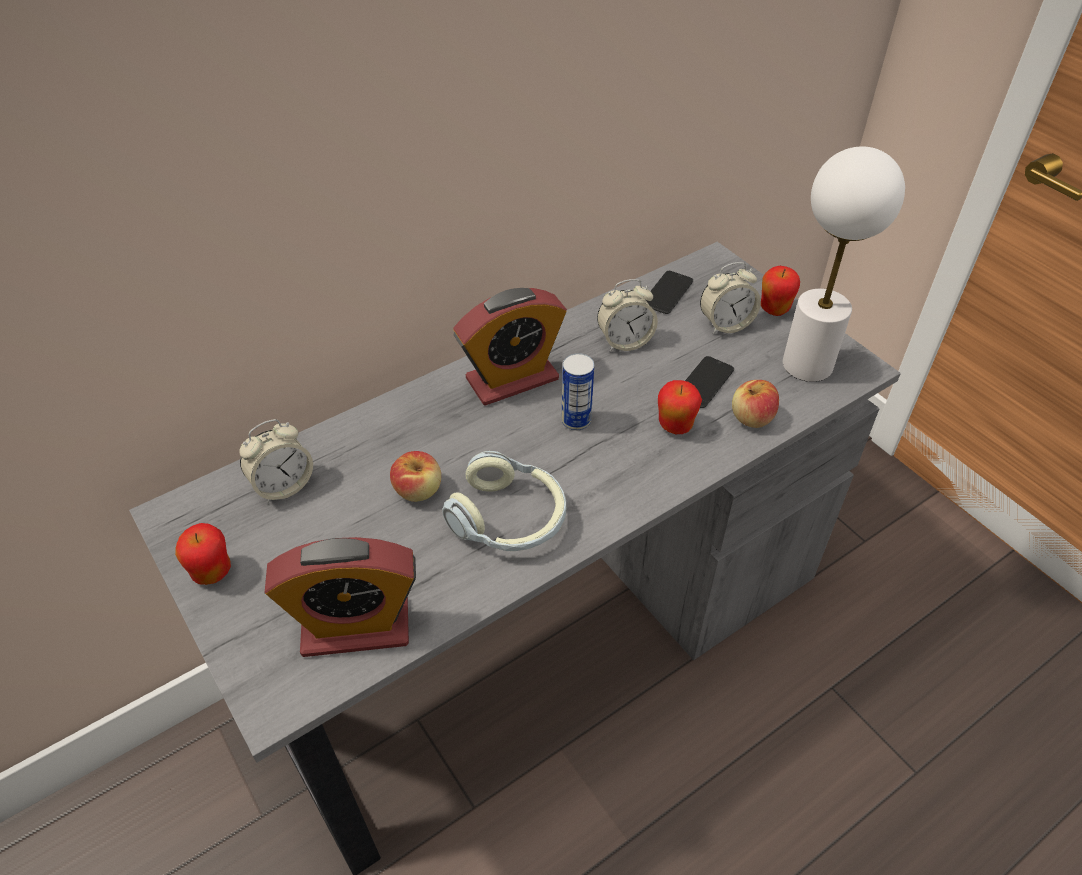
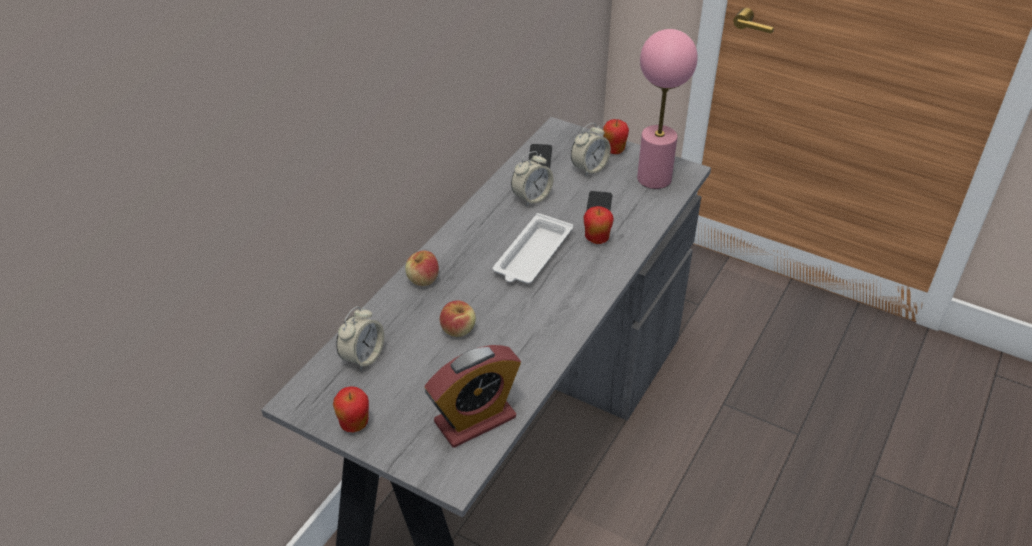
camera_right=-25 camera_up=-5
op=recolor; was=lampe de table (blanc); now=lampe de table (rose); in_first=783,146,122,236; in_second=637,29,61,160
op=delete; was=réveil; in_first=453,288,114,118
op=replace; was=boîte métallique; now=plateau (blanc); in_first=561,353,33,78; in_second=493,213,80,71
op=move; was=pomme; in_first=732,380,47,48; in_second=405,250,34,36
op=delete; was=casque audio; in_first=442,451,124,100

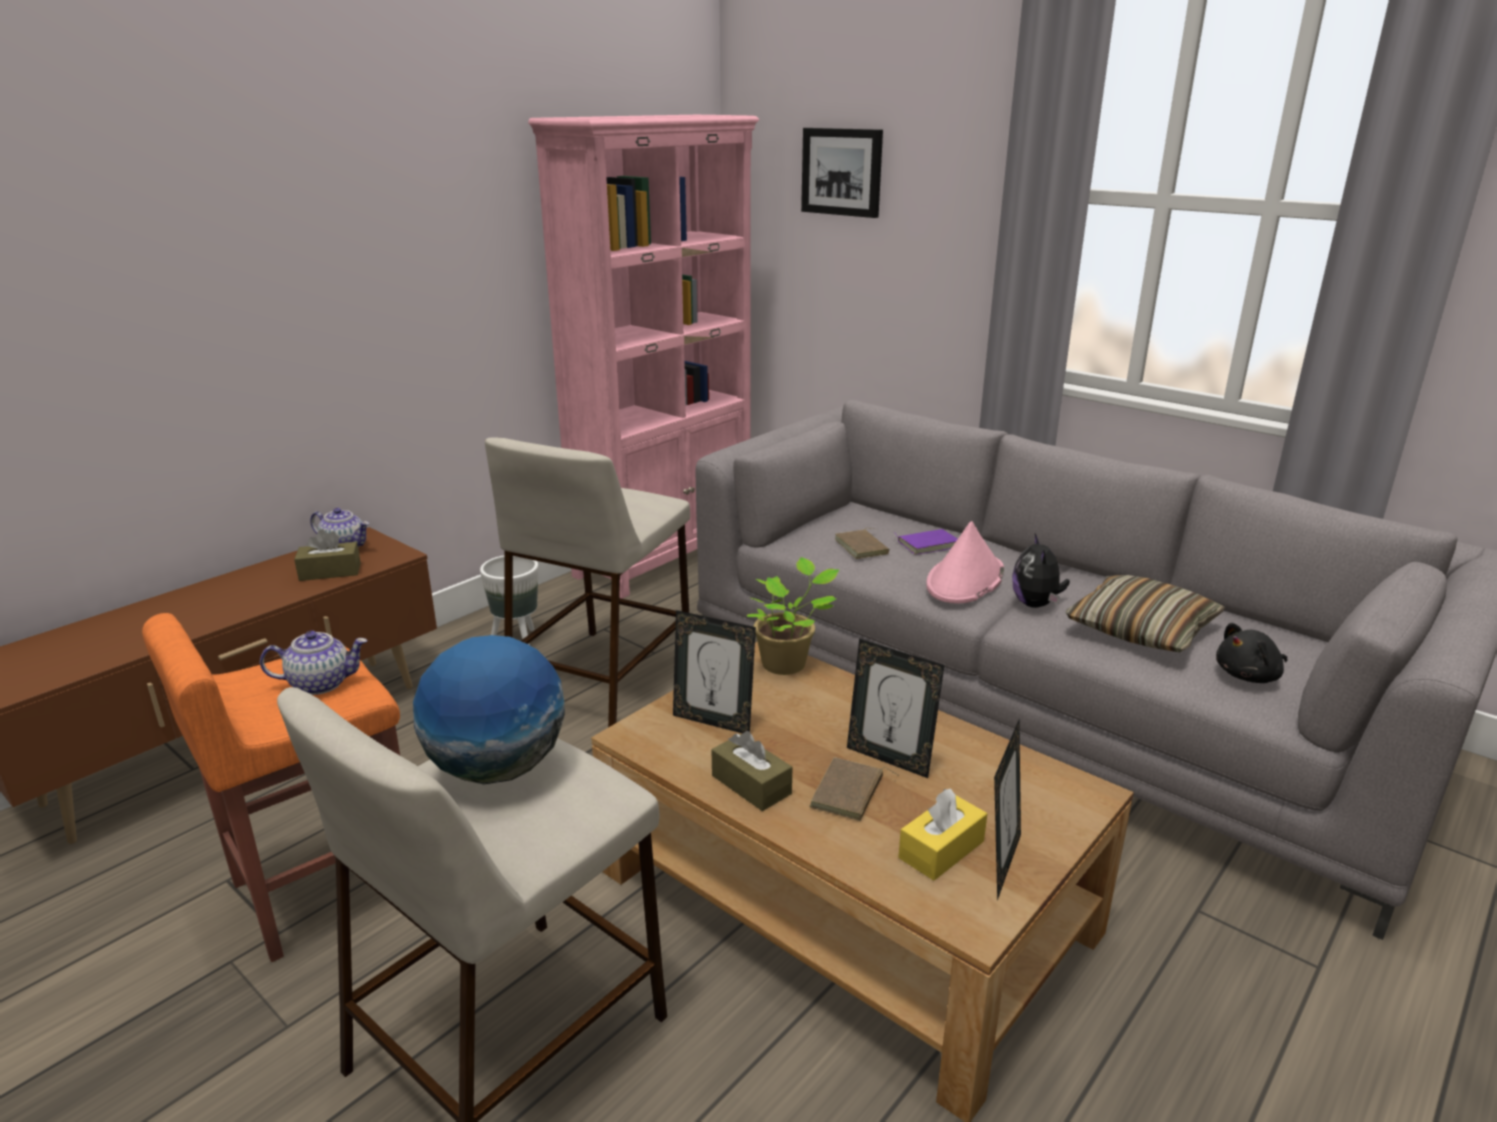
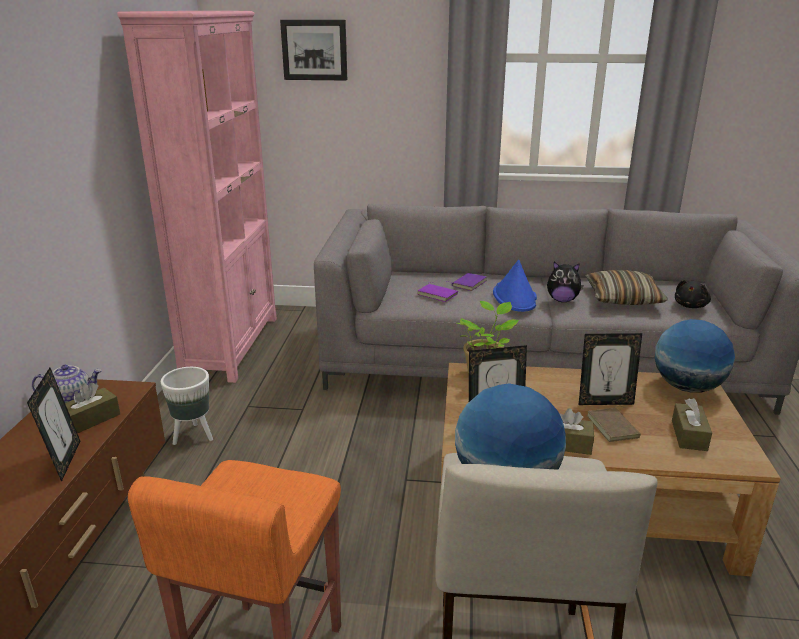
camera_right=-35 camera_up=0
op=delete; was=tabouret (beige); in_first=485,437,205,290
op=recolor; was=chapeau (rose); now=chapeau (bleu); in_first=926,521,78,82; in_second=493,260,44,52
op=recolor; was=livre (marron); now=livre (violet); in_first=835,528,54,31; in_second=417,282,41,20
op=rotate; was=peluche; in_first=1012,534,58,74; in_second=547,262,37,40; clockwise=-45
op=delete; was=théière; in_first=260,631,107,64
op=move; was=cadre photo; in_first=994,720,27,180; in_second=27,368,53,114
op=recolor; was=boîte à mouchoirs (jaune); now=boîte à mouchoirs (marron); in_first=898,789,89,92; in_second=672,398,40,53
op=insert; now=globe; in_second=655,319,80,74

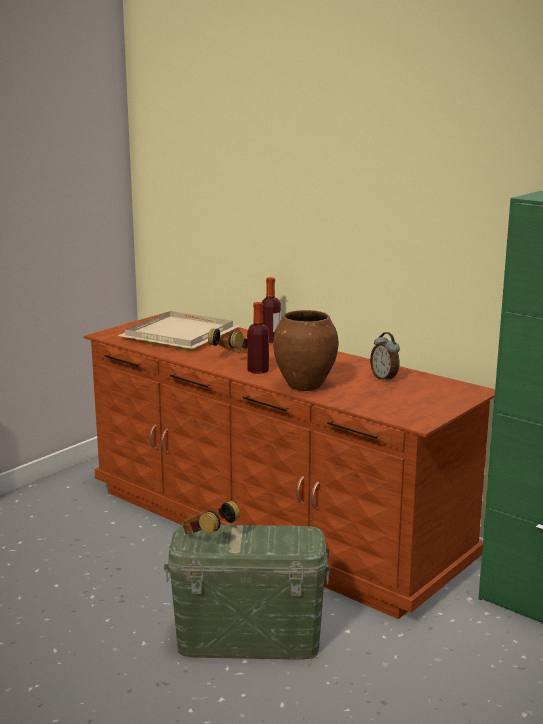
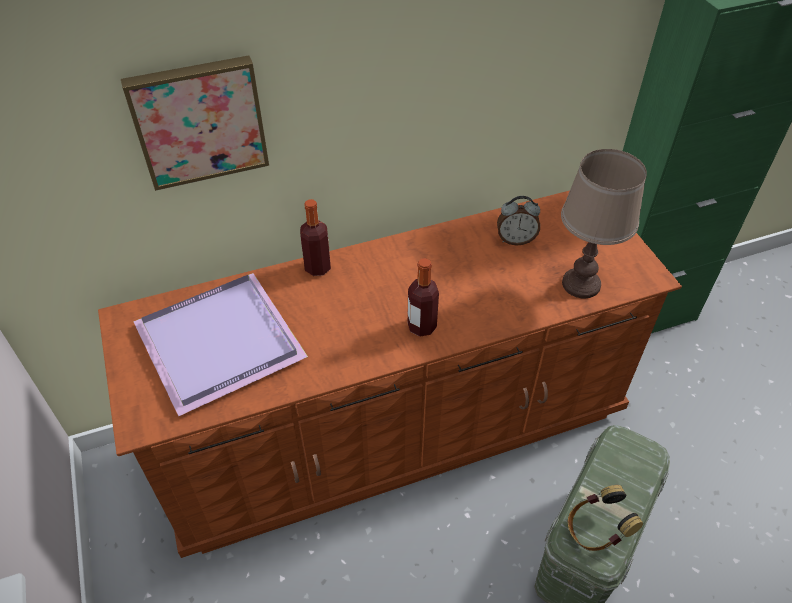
camera_right=-60 camera_up=30
op=delete; was=vase (marron); in_first=273,310,66,81
op=recolor; was=plateau (beige); now=plateau (violet); in_first=118,311,121,39; in_second=133,273,175,143
op=delete; was=casque audio; in_first=208,328,39,25
op=insert; now=tableau; in_second=121,55,148,136
op=insert; now=lampe de table (marron); in_second=561,149,86,149

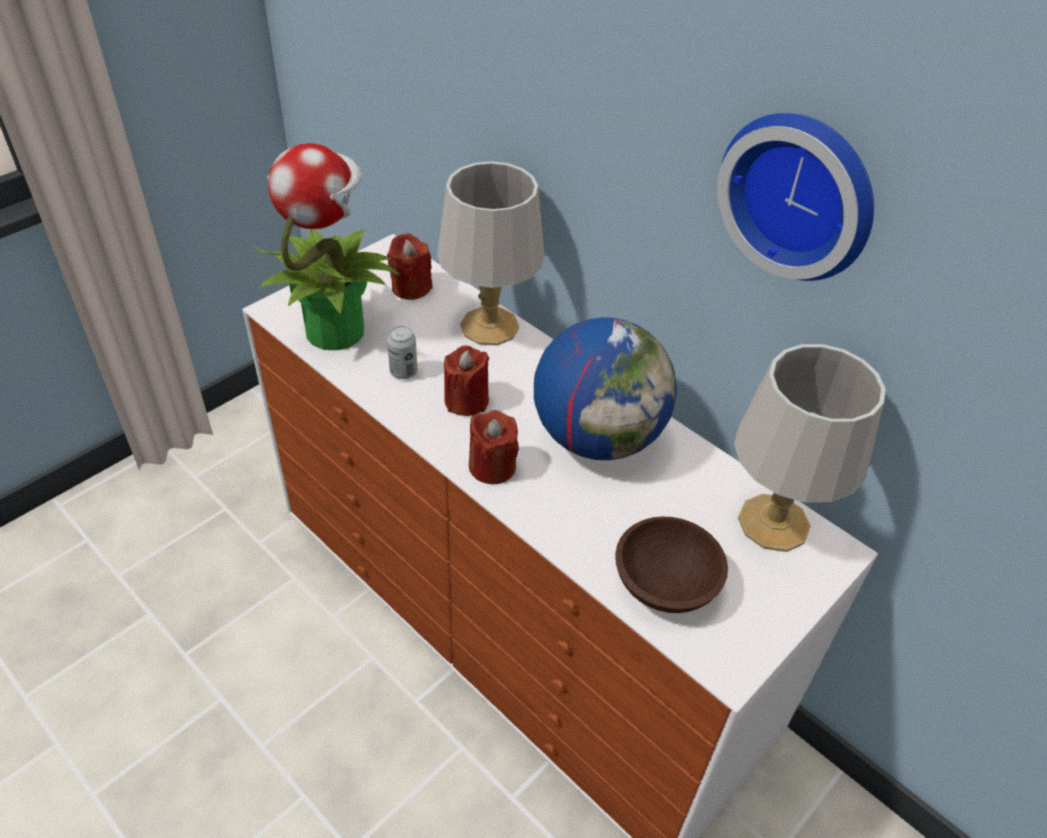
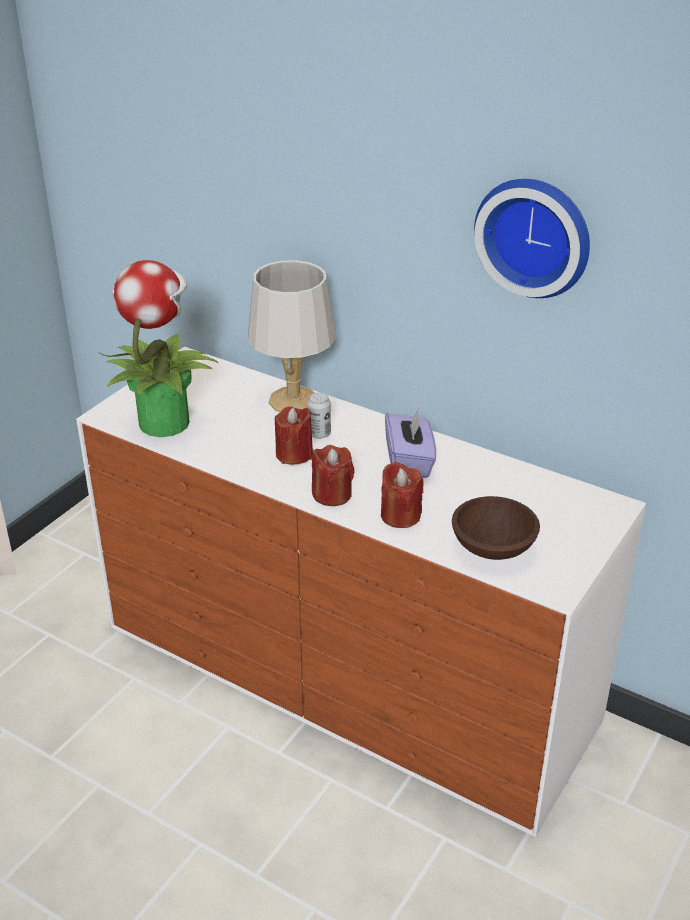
camera_right=-10 camera_up=-10
op=move; was=bougie (rouge); in_first=387,233,46,67; in_second=381,462,42,66
op=replace; was=globe; now=boîte à mouchoirs (violet); in_first=534,317,143,143; in_second=385,410,51,68
op=move; was=boîte métallique; in_first=387,326,30,53; in_second=307,392,24,47
op=delete; was=lampe de table (gris); in_first=734,344,152,208

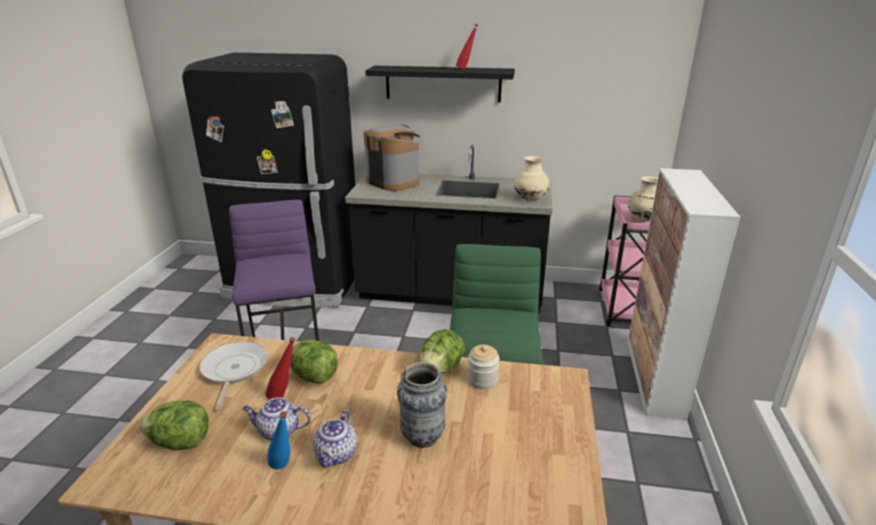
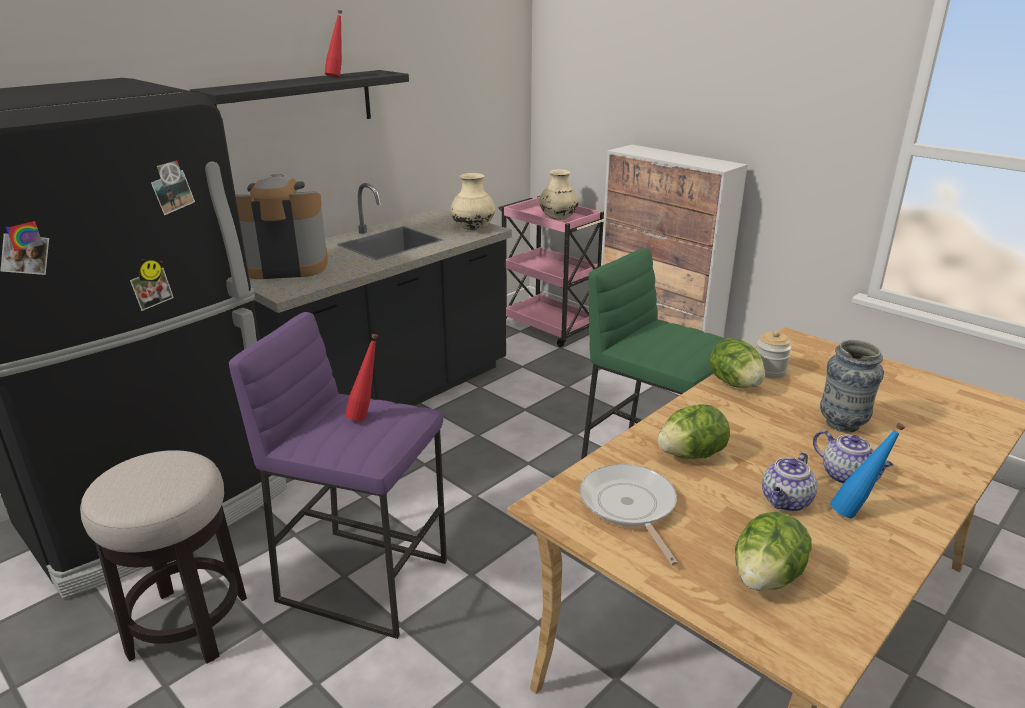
camera_right=-55 camera_up=0
op=move; was=bouteille (rouge); in_first=265,337,31,62; in_second=345,334,33,87
op=rotate; was=poêle; in_first=199,342,69,69; in_second=580,464,98,101; clockwise=45
op=insert; now=tabouret; in_second=80,450,167,213

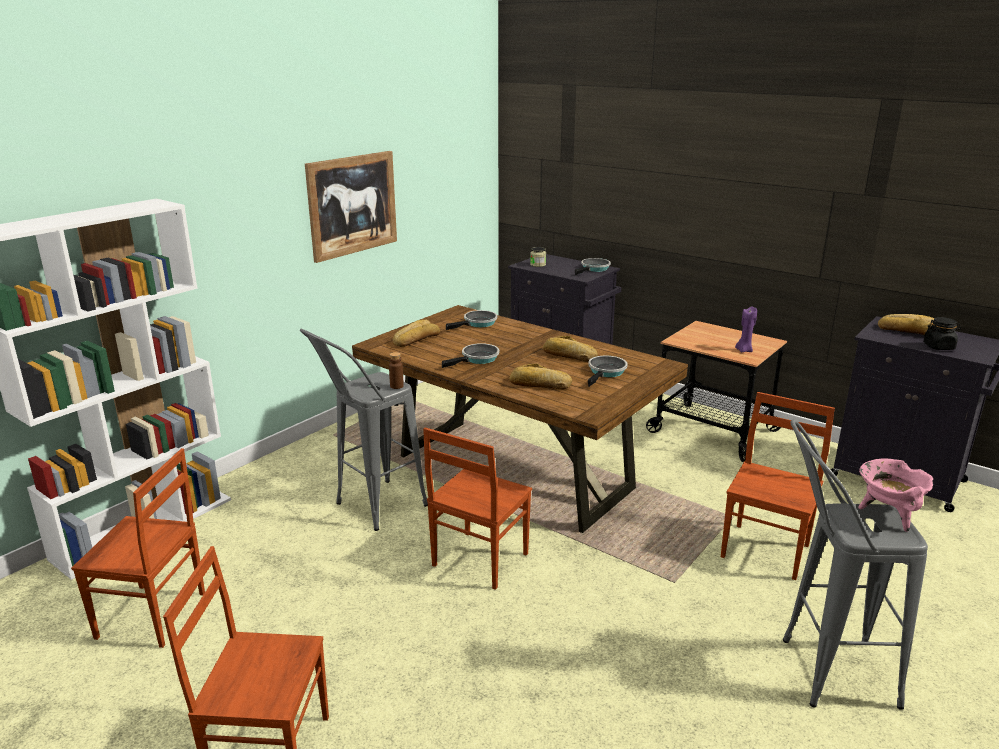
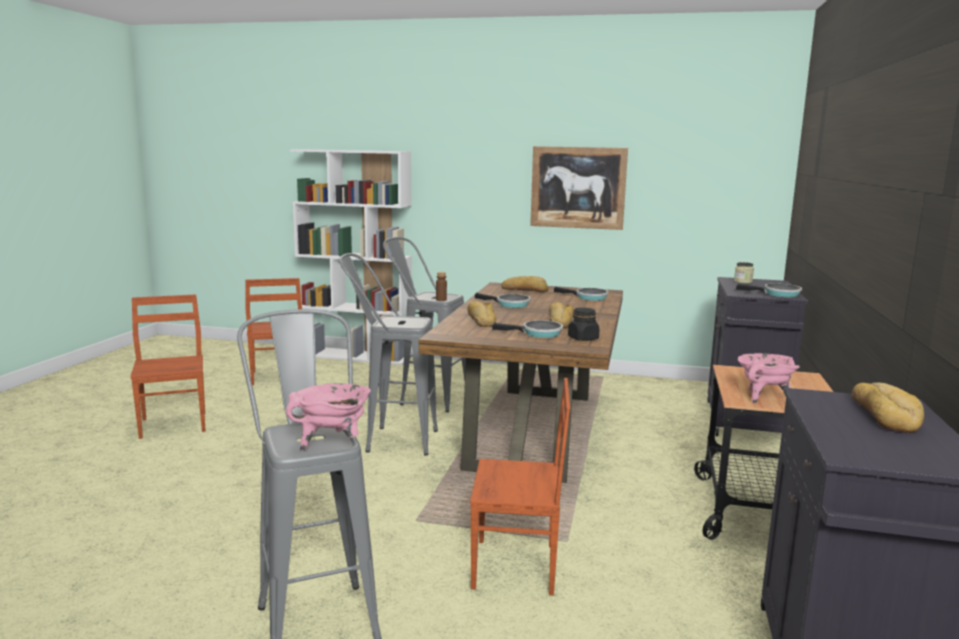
camera_right=65 camera_up=-10
op=replace; was=bougie (violet); now=marmite (rose); in_first=735,307,22,45; in_second=738,353,61,50
op=move; was=bocal (noir); in_first=923,317,38,33; in_second=568,308,32,33
op=replace; was=chaise (marron); now=tabouret (gris); in_first=423,427,109,163; in_second=339,253,99,203

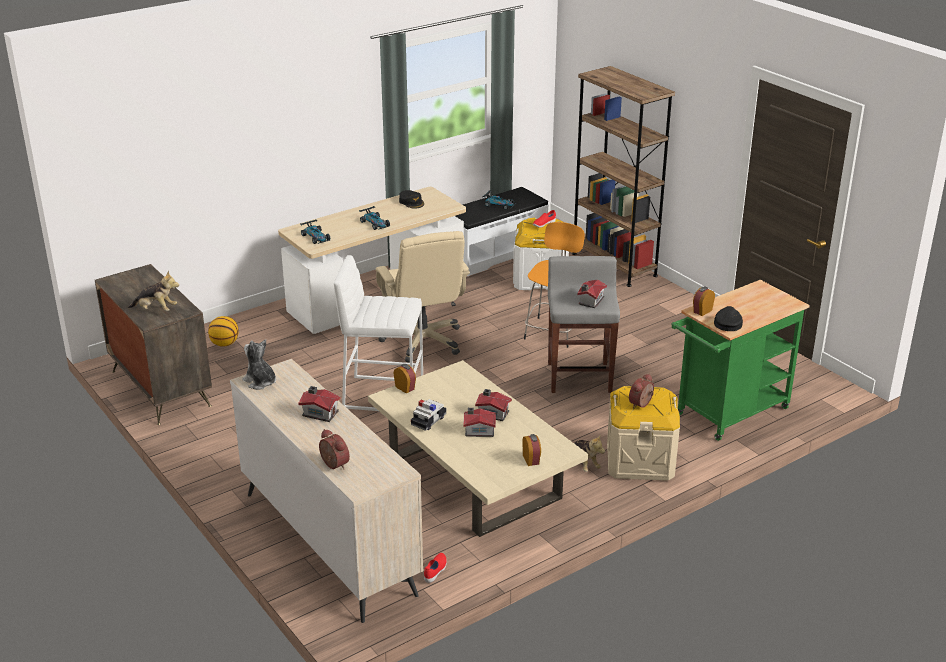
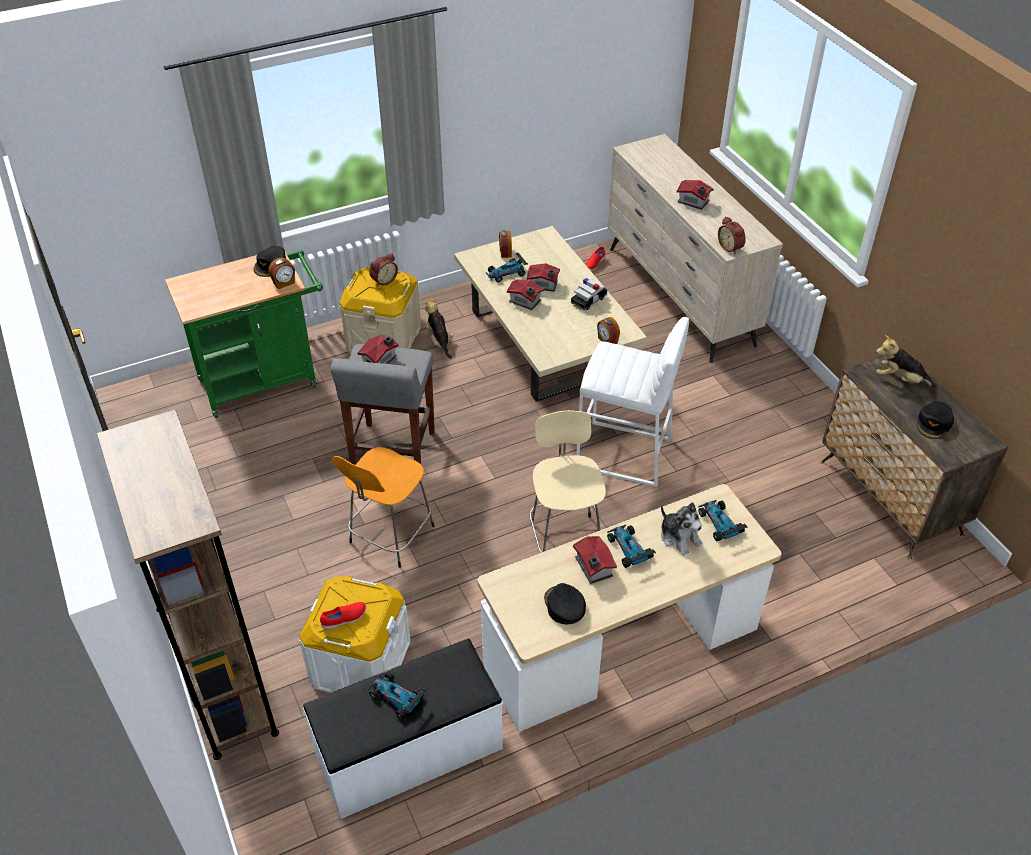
camera_right=-170 camera_up=15
op=replace; was=chaise de bureau (beige); now=tabouret (beige); in_first=376,231,94,132; in_second=530,410,76,143
op=delete; was=ballon de basket; in_first=208,316,31,31
op=move; was=peluche; in_first=242,339,34,51; in_second=661,502,41,53
op=move; was=réveil; in_first=319,429,31,40; in_second=718,216,28,38
op=insert; now=petite voiture; in_second=486,253,42,29
op=insert; now=casquette (noir); in_second=917,401,37,38
op=insert; now=maison miniature; in_second=573,536,44,48

